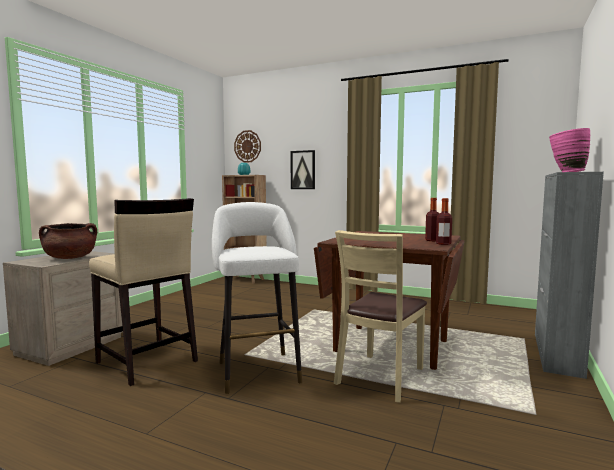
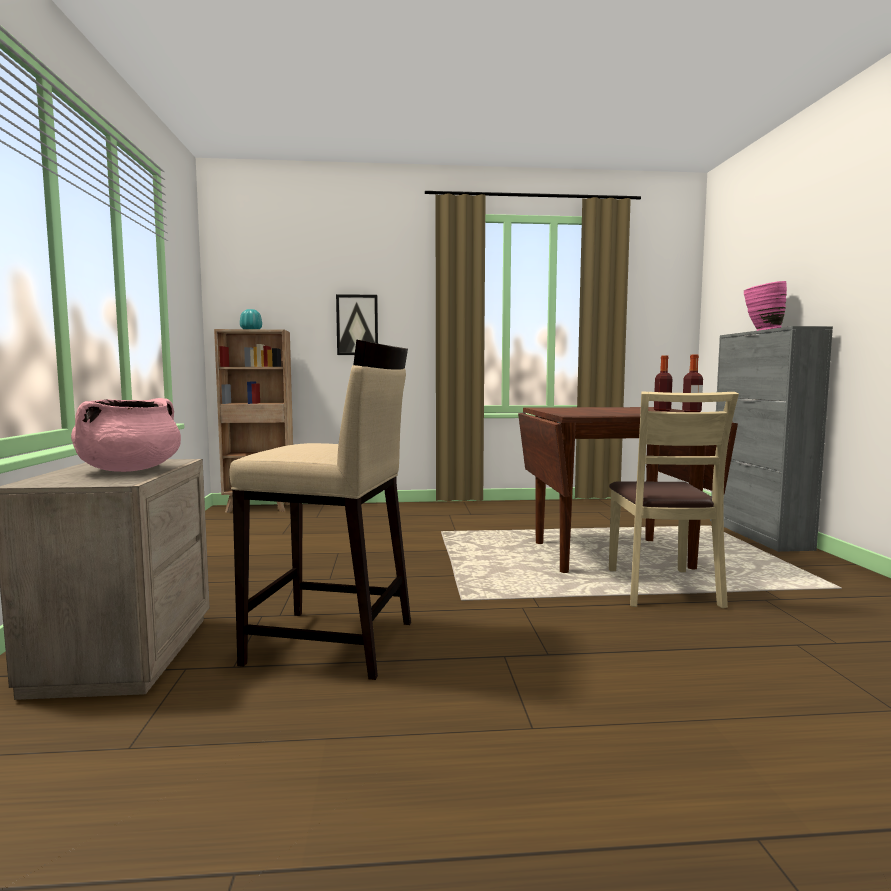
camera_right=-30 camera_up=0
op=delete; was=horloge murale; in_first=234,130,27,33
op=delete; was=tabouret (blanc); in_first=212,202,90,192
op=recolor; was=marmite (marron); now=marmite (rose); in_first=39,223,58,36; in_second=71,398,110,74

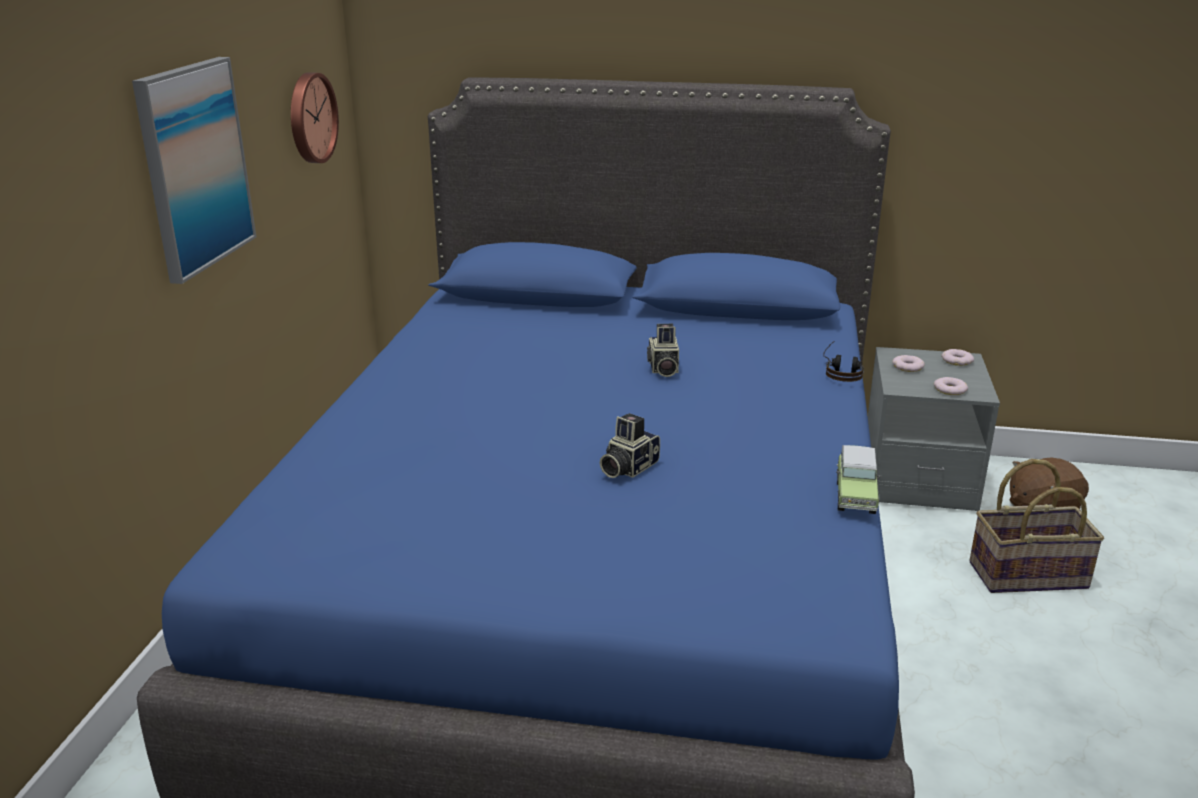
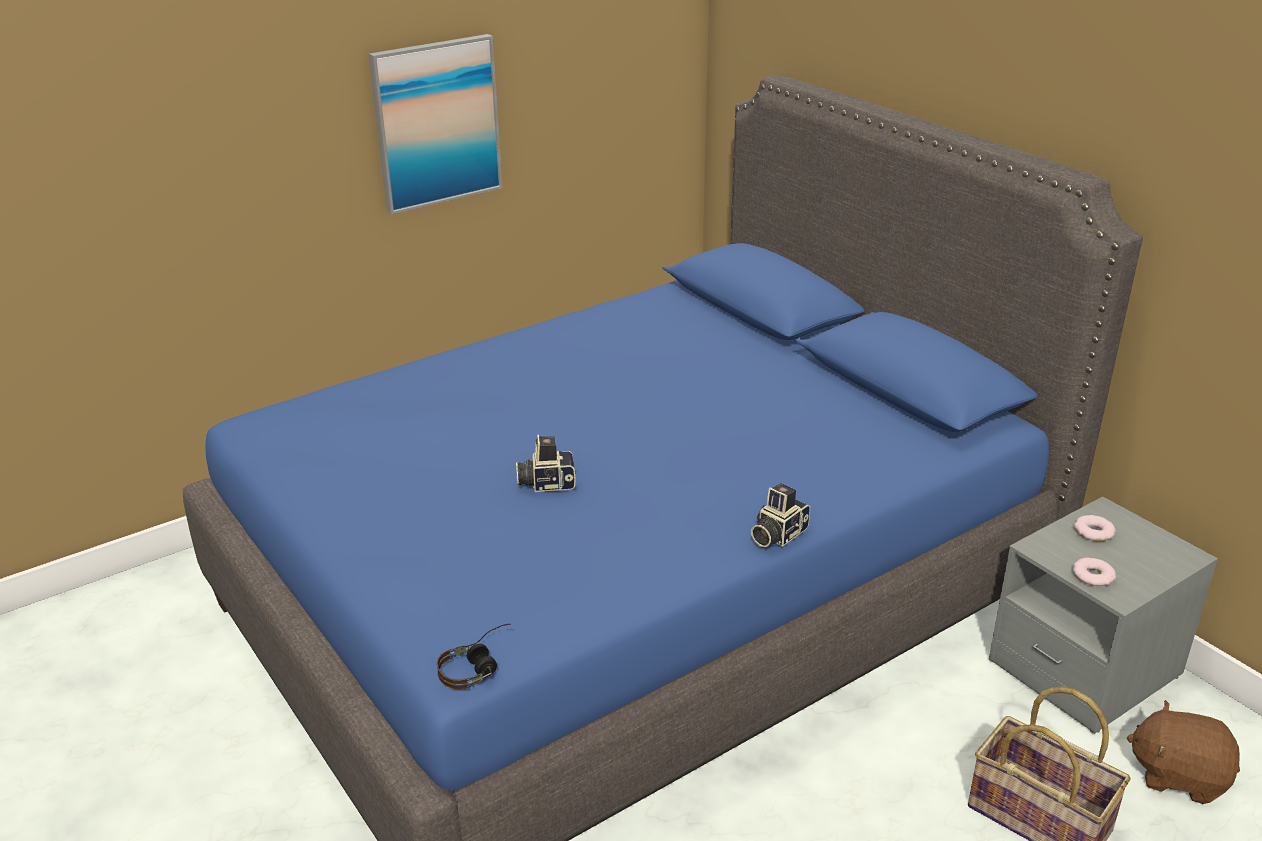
camera_right=45 camera_up=5
op=delete; was=horloge murale; in_first=291,72,48,91
op=move; was=appareil photo; in_first=647,324,32,53; in_second=751,483,59,64
op=move; was=casque audio; in_first=823,341,41,41; in_second=437,624,74,66
op=delete; was=beignet; in_first=941,349,33,17
op=delete; was=petite voiture; in_first=836,445,45,69

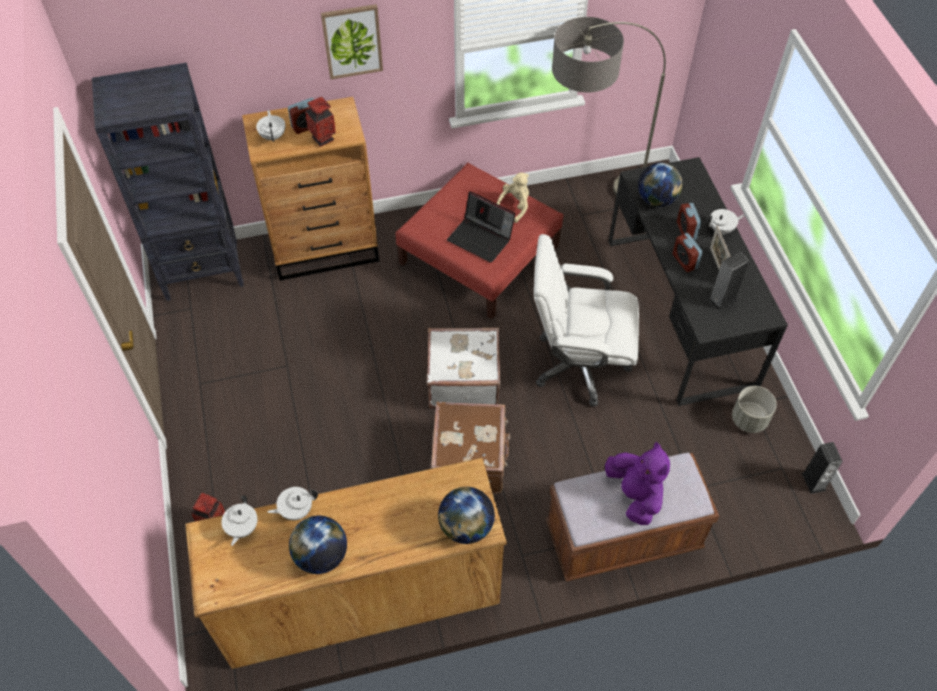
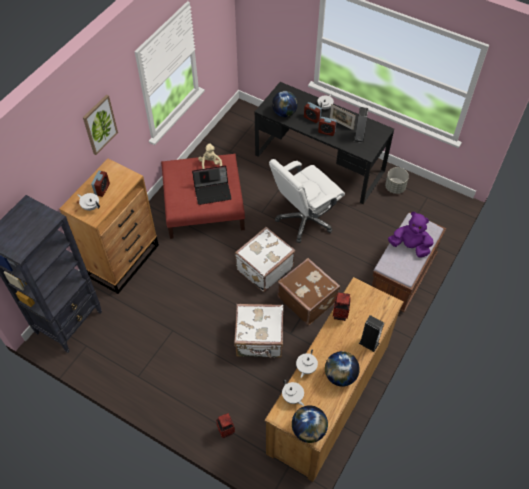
camera_right=-45 camera_up=0
op=delete; was=lampadaire; in_first=552,17,114,178
op=move; was=vase; in_first=305,97,31,50; in_second=333,292,18,29
op=move; was=enceinte; in_first=802,442,41,52; in_second=359,315,25,37
op=move; was=globe; in_first=438,487,57,57; in_second=292,405,36,38
op=insert; now=valise (blanc); in_second=234,304,50,54

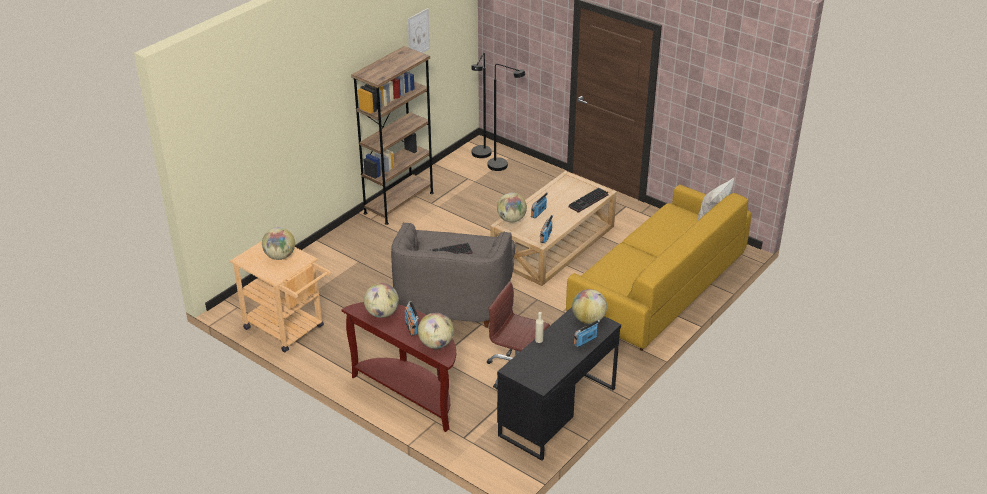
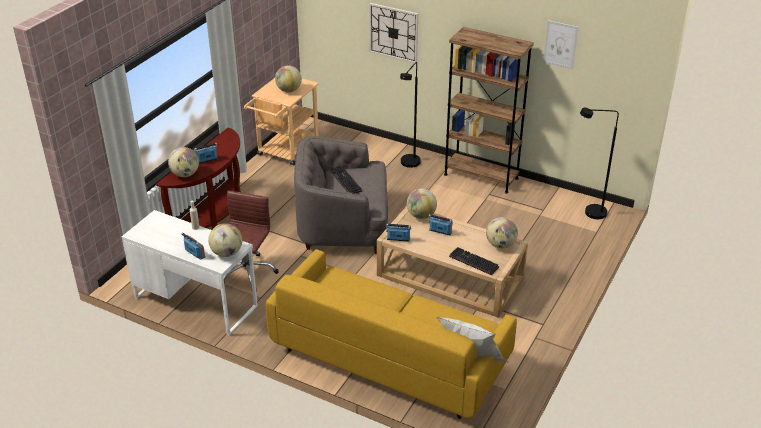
camera_right=80 camera_up=0
op=move; was=lampadaire (noir); in_first=488,64,37,107; in_second=400,62,21,106
op=move; was=globe; in_first=364,283,35,35; in_second=486,217,32,32
op=recolor; was=bureau (noir); now=bureau (blanc); in_first=497,307,124,154; in_second=122,210,136,126
op=insert; now=horloge murale; in_second=369,3,49,60

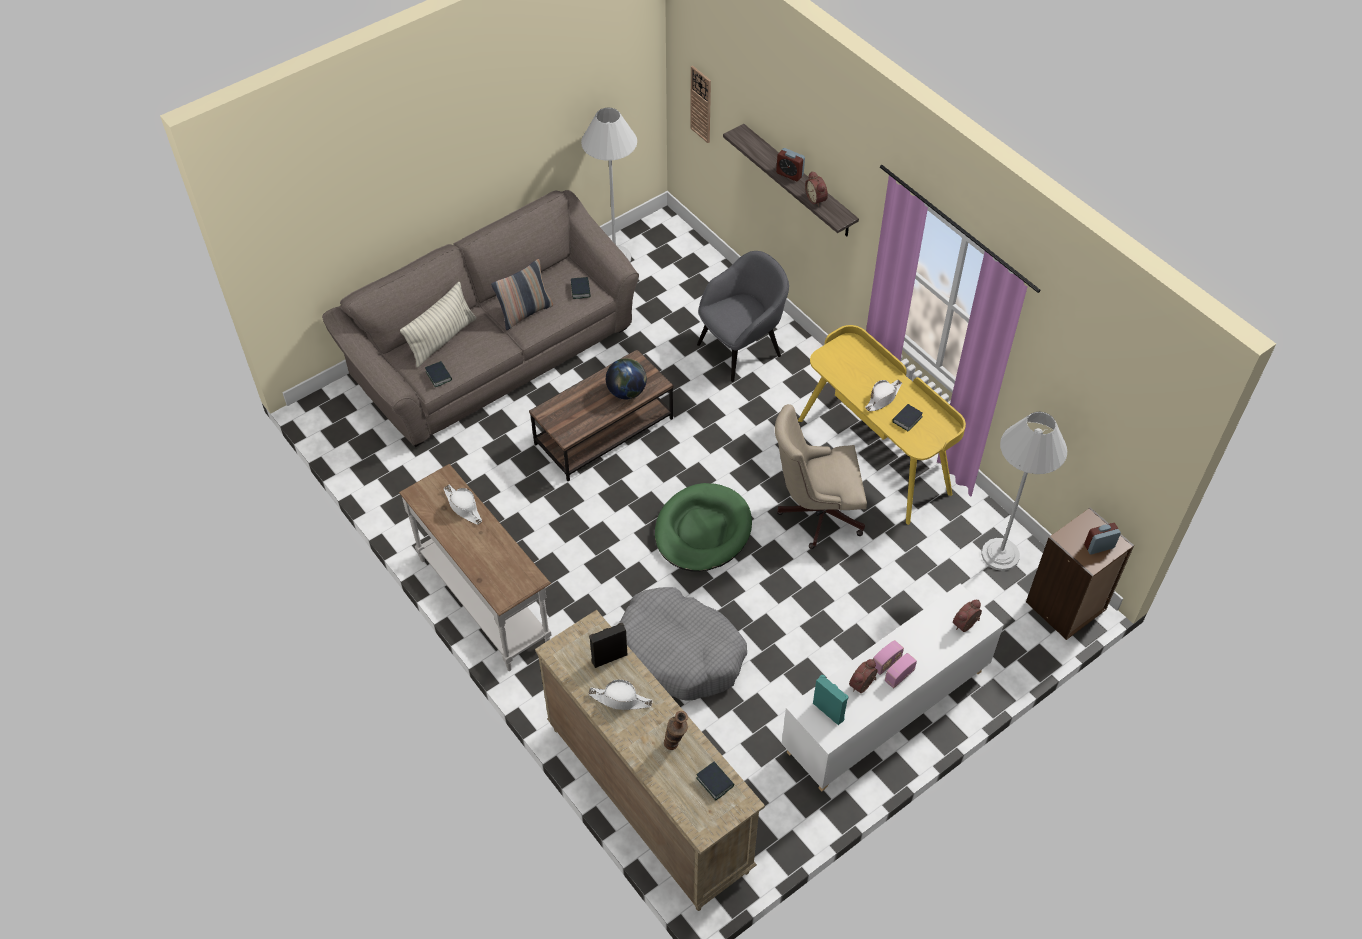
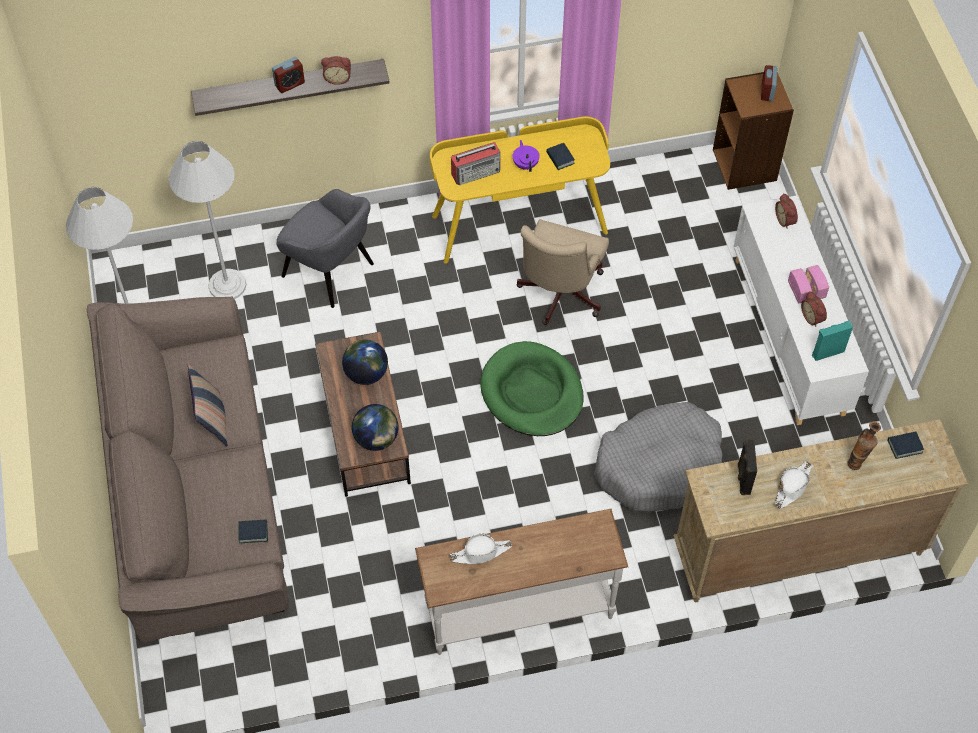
camera_right=-65 camera_up=5
op=delete; was=horloge murale; in_first=690,66,21,77
op=rotate; was=fauteuil (gris); in_first=697,251,92,131; in_second=276,189,98,119; clockwise=135
op=delete; was=livre; in_first=571,277,20,22
op=delete; was=coussin; in_first=400,281,77,87
op=replace; was=chapeau (blanc); now=théière (violet); in_first=865,379,37,33; in_second=513,140,27,32
op=move; was=lampadaire (blanc); in_first=981,411,86,160; in_second=169,141,78,158
op=insert; now=radio; in_second=451,142,50,43
op=insert; now=globe; in_second=352,404,46,47

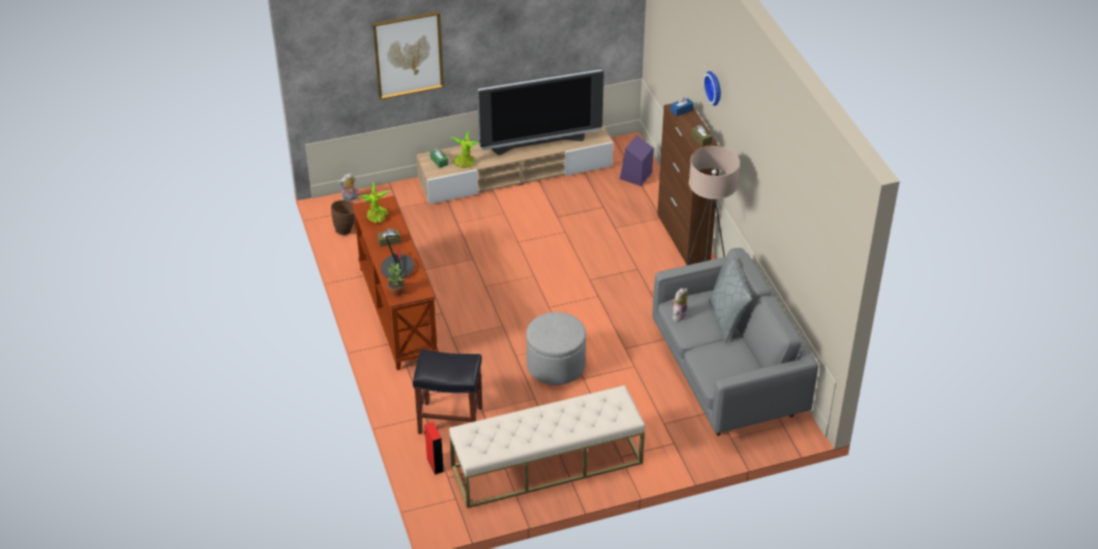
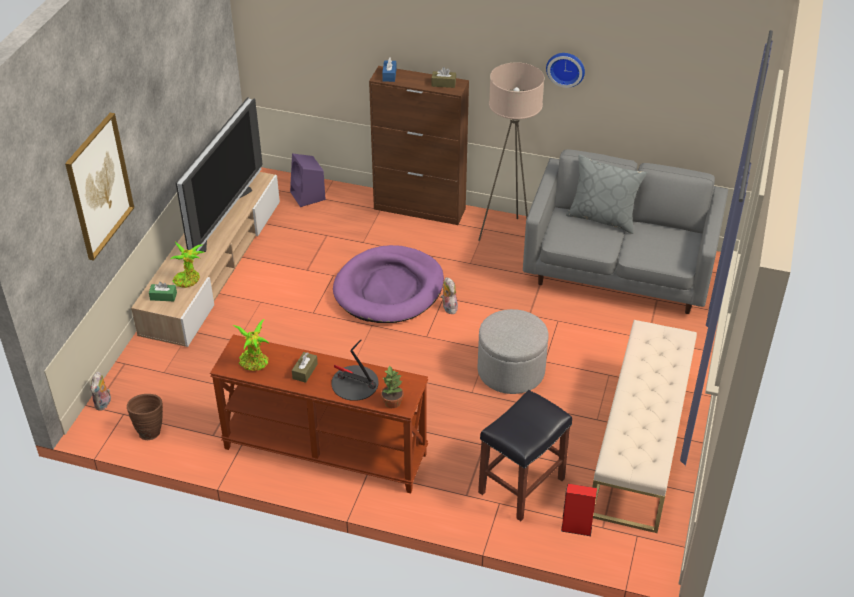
camera_right=-55 camera_up=0
op=move; was=horloge murale; in_first=703,71,18,35; in_second=546,53,39,35
op=move; was=peluche; in_first=671,288,17,34; in_second=441,277,17,37
op=insert; now=panier pour chien (violet); in_second=333,245,111,78

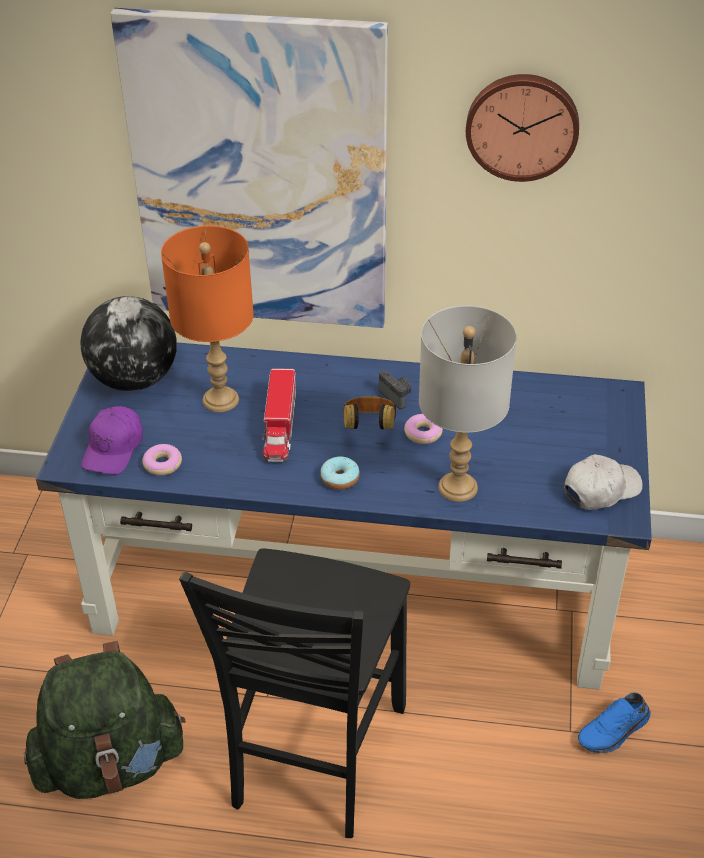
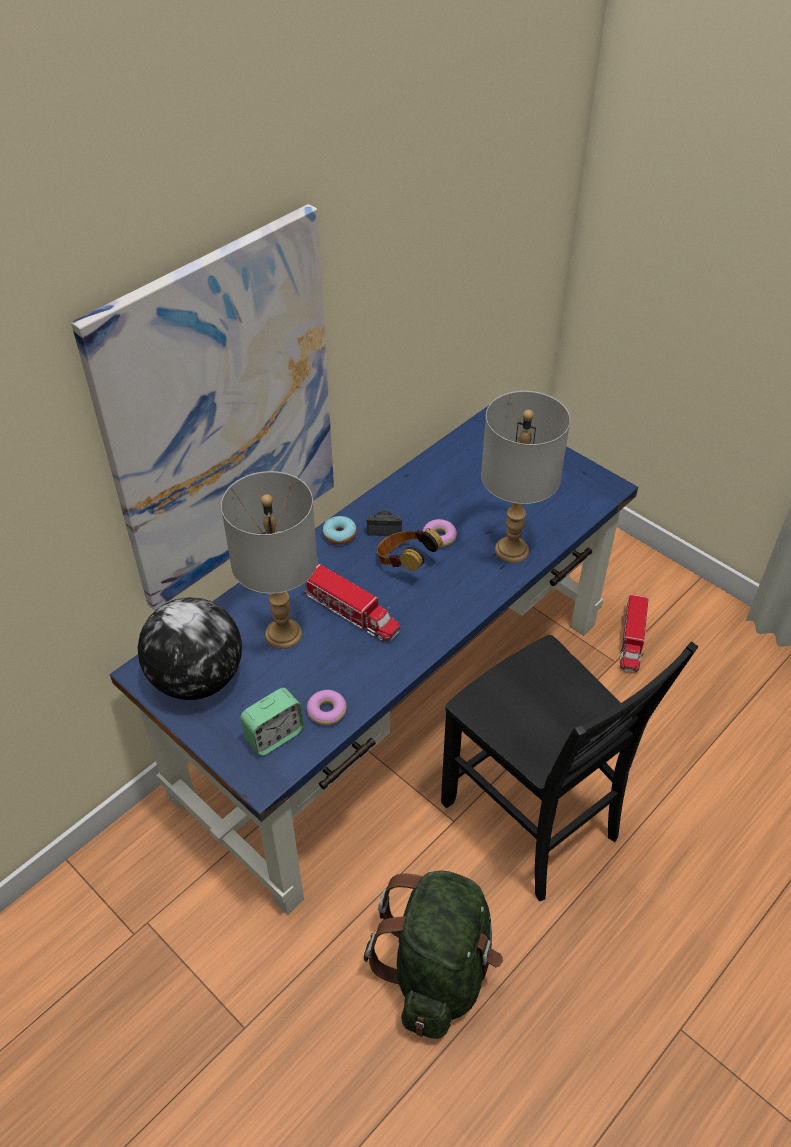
camera_right=-55 camera_up=5
op=delete; was=horloge murale; in_first=466,74,113,108
op=recolor; was=lampe de table (orange); now=lampe de table (gris); in_first=161,225,93,187; in_second=221,471,97,178
op=replace; was=casquette (violet); now=réveil; in_first=81,406,62,69; in_second=240,688,64,68
op=delete; was=casquette (blanc); in_first=564,454,78,56
op=move; was=beignet; in_first=320,456,40,34; in_second=323,516,34,29
op=replace; was=chaussure (bleu); now=camion jouet; in_first=578,693,73,60; in_second=620,594,29,78

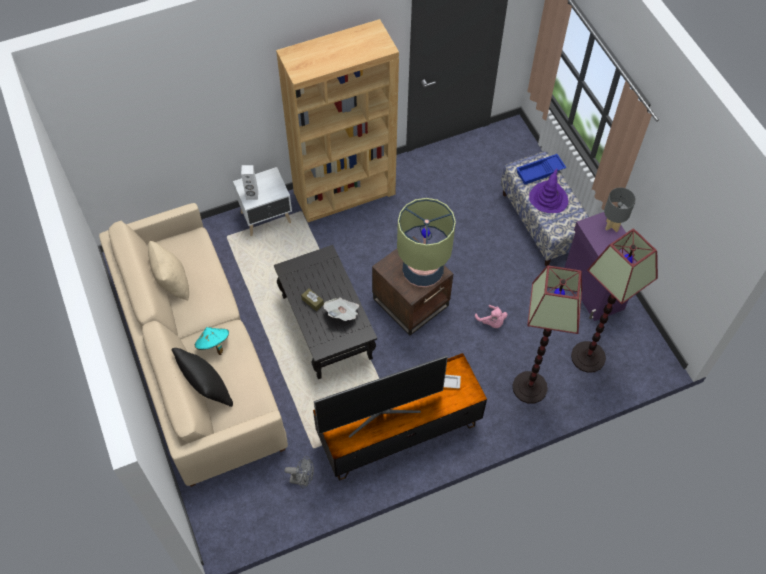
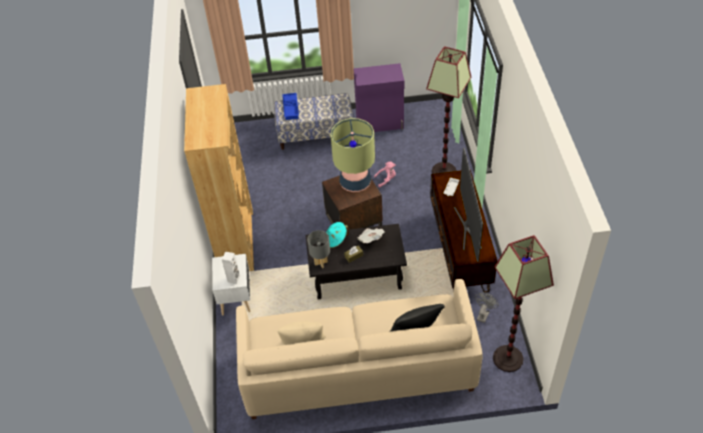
camera_right=-70 camera_up=-10
op=delete; was=chapeau (violet); in_first=529,168,40,45
op=move; was=lampe de table (gris); in_first=604,187,32,45; in_second=307,230,23,38
op=move; was=lampadaire; in_first=571,228,87,145; in_second=493,235,61,137
op=move; was=chapeau (turquoise); in_first=195,327,34,28; in_second=326,222,23,26

